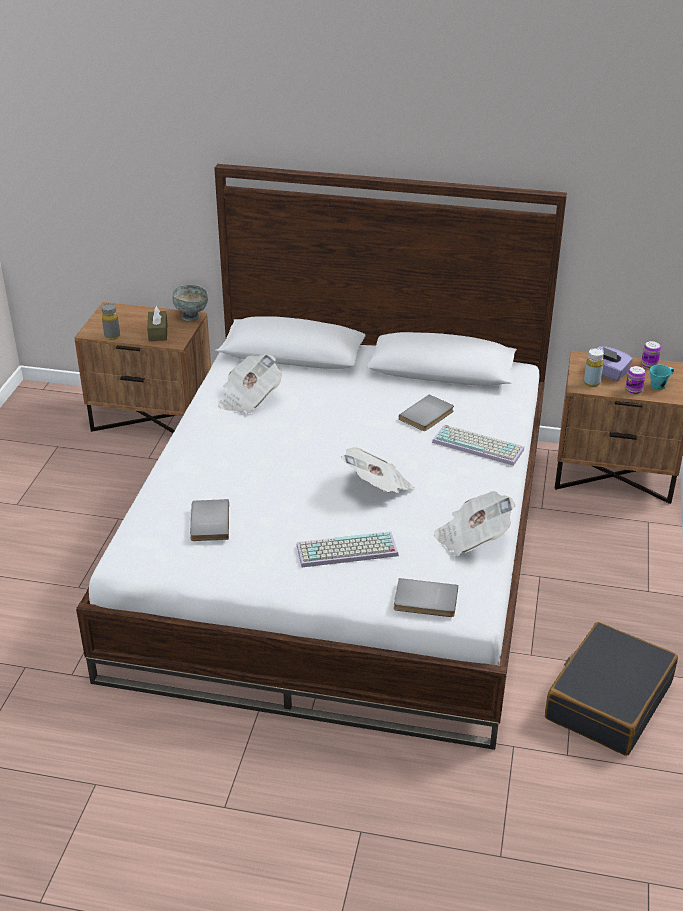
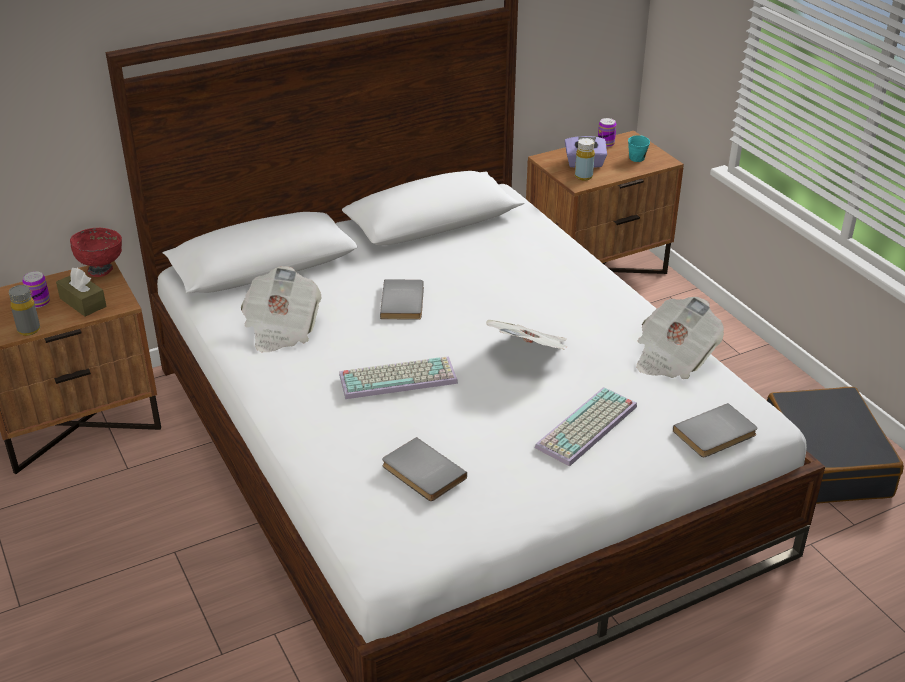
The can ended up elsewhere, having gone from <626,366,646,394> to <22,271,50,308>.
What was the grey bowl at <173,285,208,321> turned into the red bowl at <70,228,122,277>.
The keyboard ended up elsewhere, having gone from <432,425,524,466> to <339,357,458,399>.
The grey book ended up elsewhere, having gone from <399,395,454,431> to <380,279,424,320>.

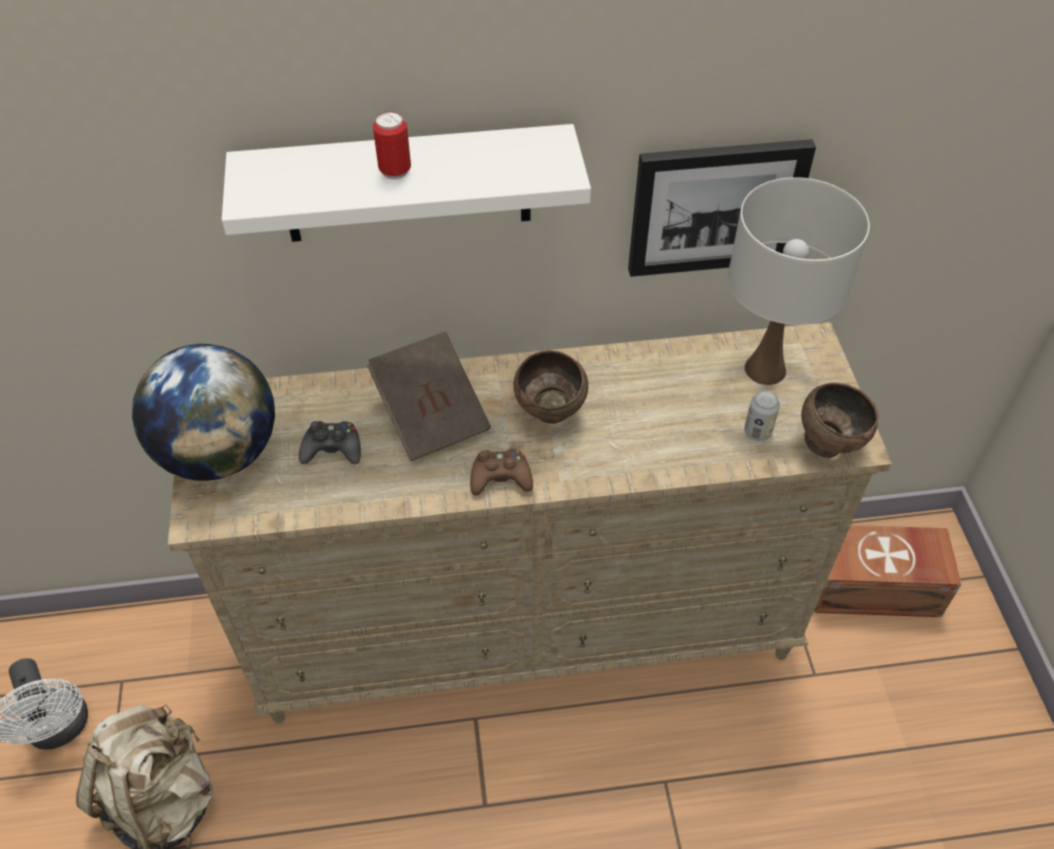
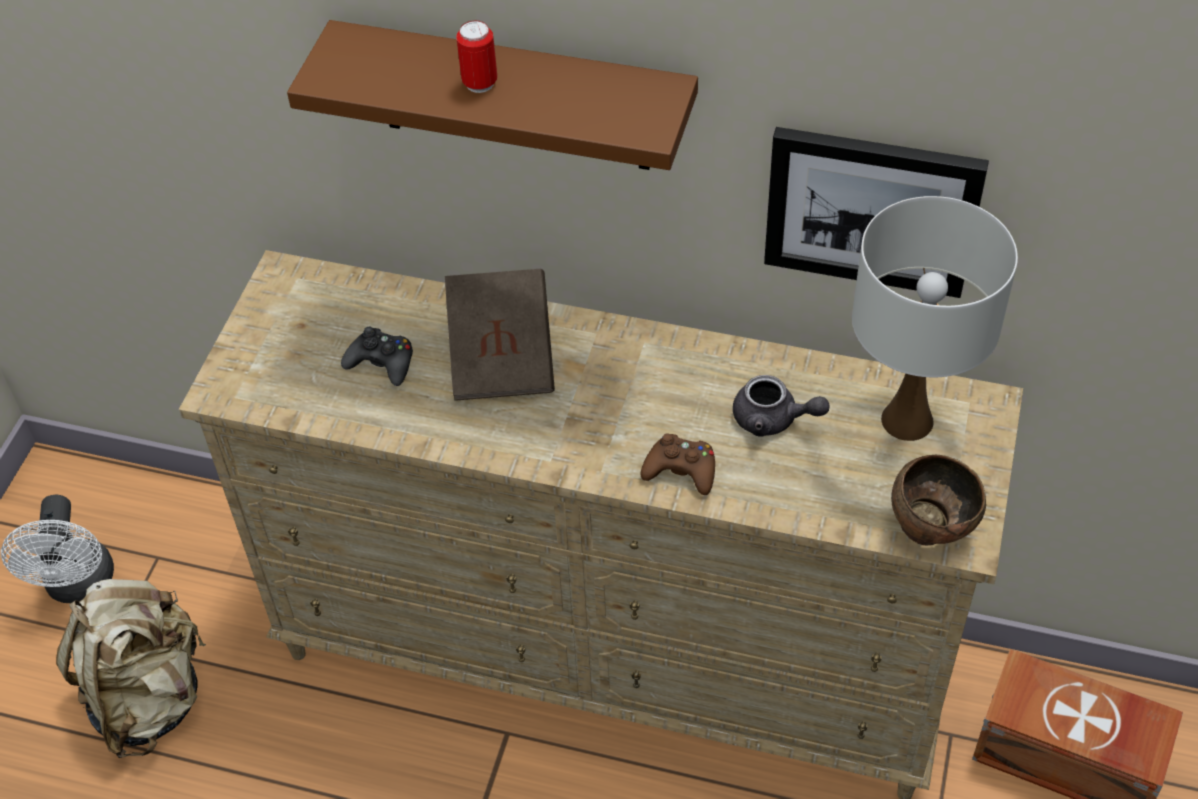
What was the white shelf at <222,124,591,242> turned into the brown shelf at <287,20,698,170>.
The brown game controller ended up elsewhere, having gone from <470,449,533,495> to <641,433,715,495>.
The second view gained the grey teapot at <733,375,830,437>.
The second view lost the globe at <132,344,275,481>.
The second view lost the brown bowl at <514,351,588,424>.
The second view lost the can at <744,390,780,441>.

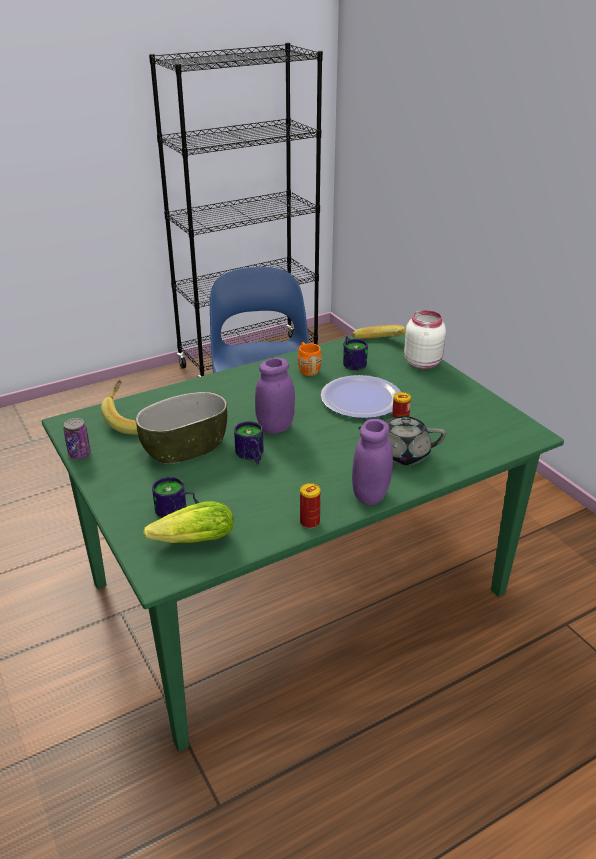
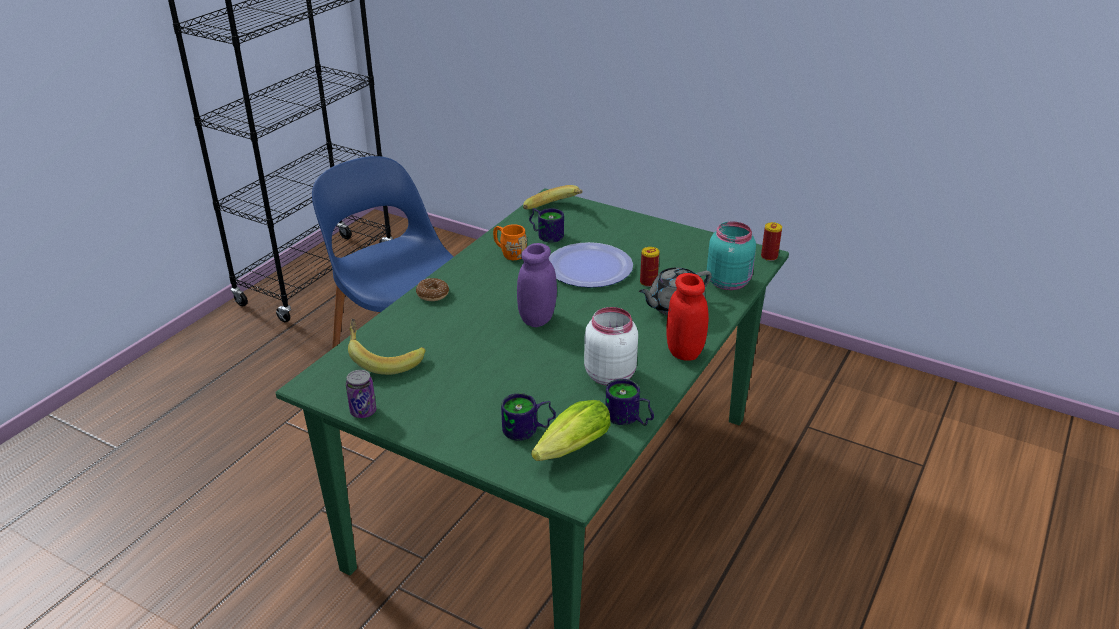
The second view gained the donut at <416,278,449,301>.
The white jar ended up elsewhere, having gone from <404,310,446,369> to <584,307,638,386>.
The mug ended up elsewhere, having gone from <234,421,264,465> to <605,379,654,426>.
What was the purple jar at <352,419,393,505> turned into the red jar at <666,273,709,361>.
The second view gained the turquoise jar at <707,221,756,290>.
The can ended up elsewhere, having gone from <300,483,321,529> to <761,222,782,261>.
The second view lost the bowl at <136,392,227,464>.

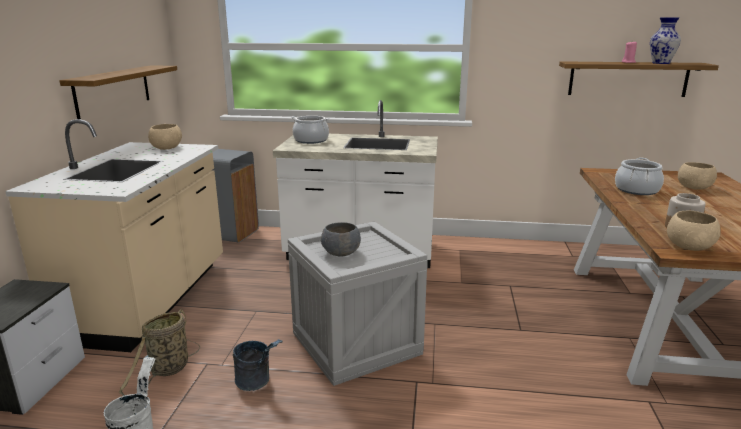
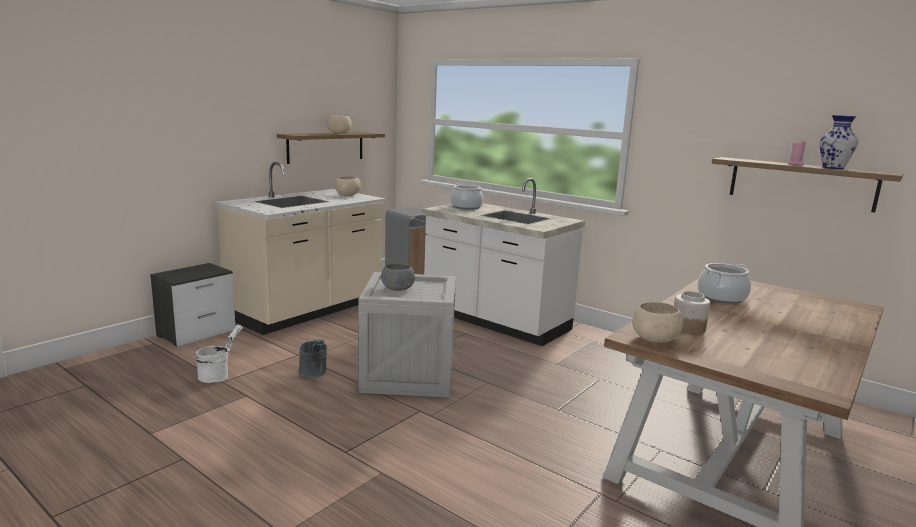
The beige bowl ended up elsewhere, having gone from <678,162,717,190> to <326,115,352,134>.
The second view lost the basket at <119,309,200,396>.

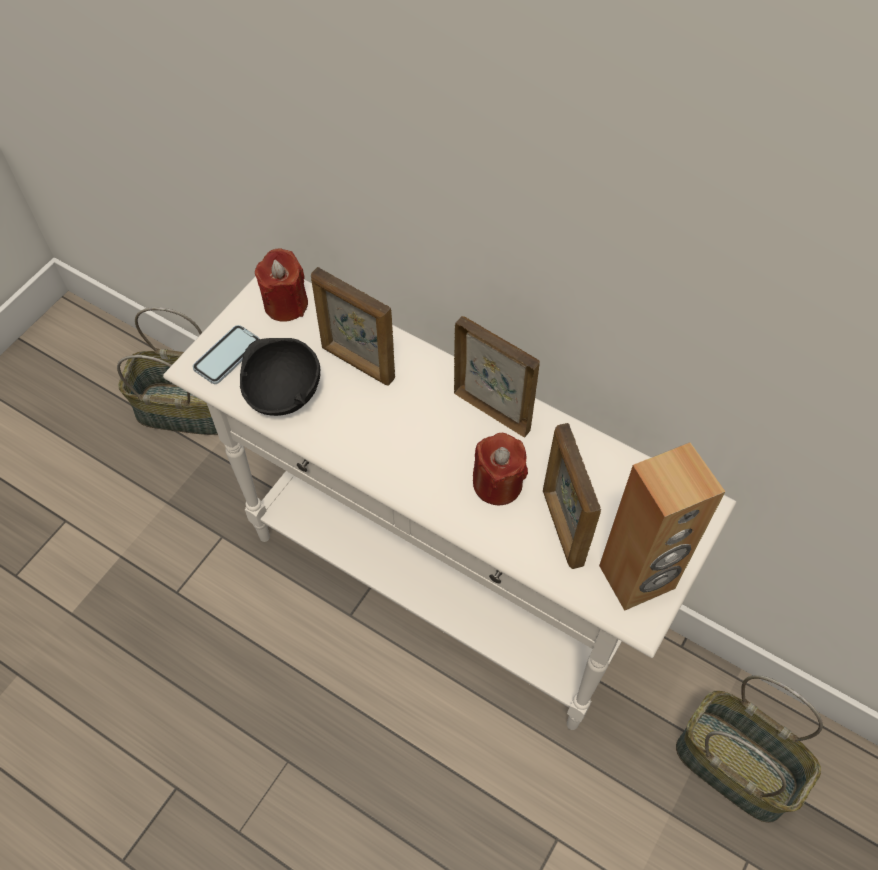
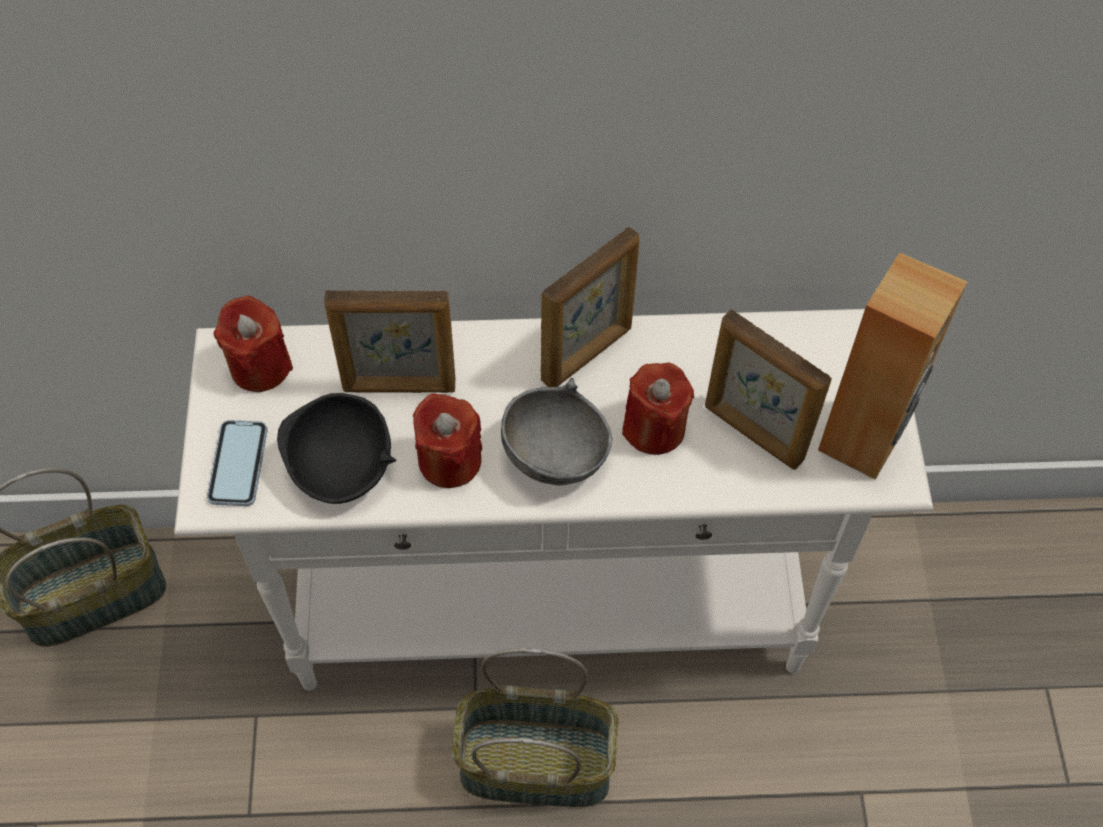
The second view gained the red candle at <413,393,482,488>.
The basket ended up elsewhere, having gone from <676,675,823,823> to <452,648,618,807>.
The second view gained the grey bowl at <501,378,612,486>.
The picture frame at <454,316,540,438> ended up facing another way, 135 degrees clockwise from before.

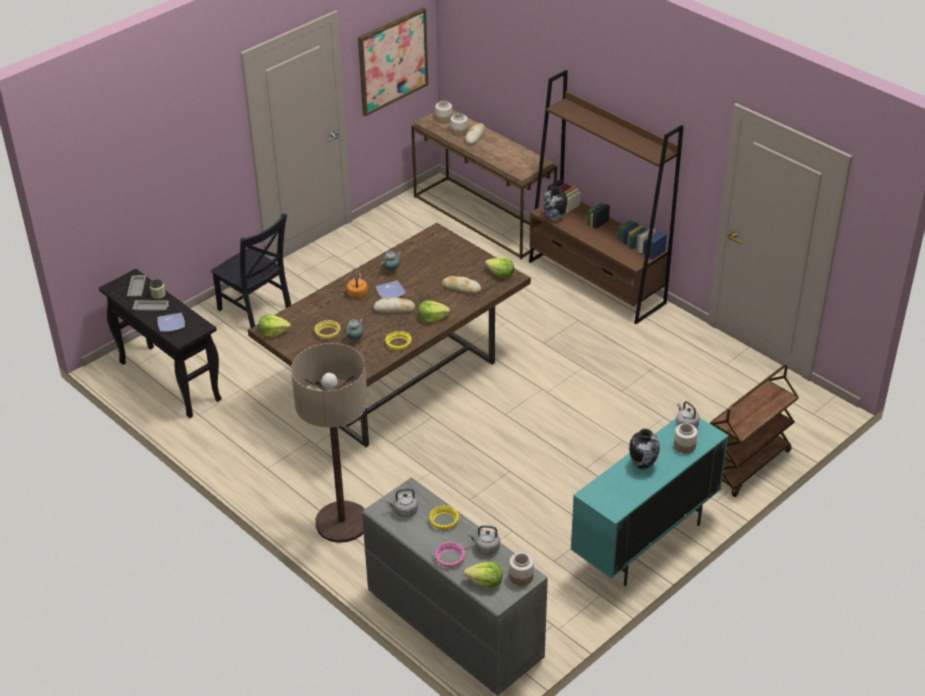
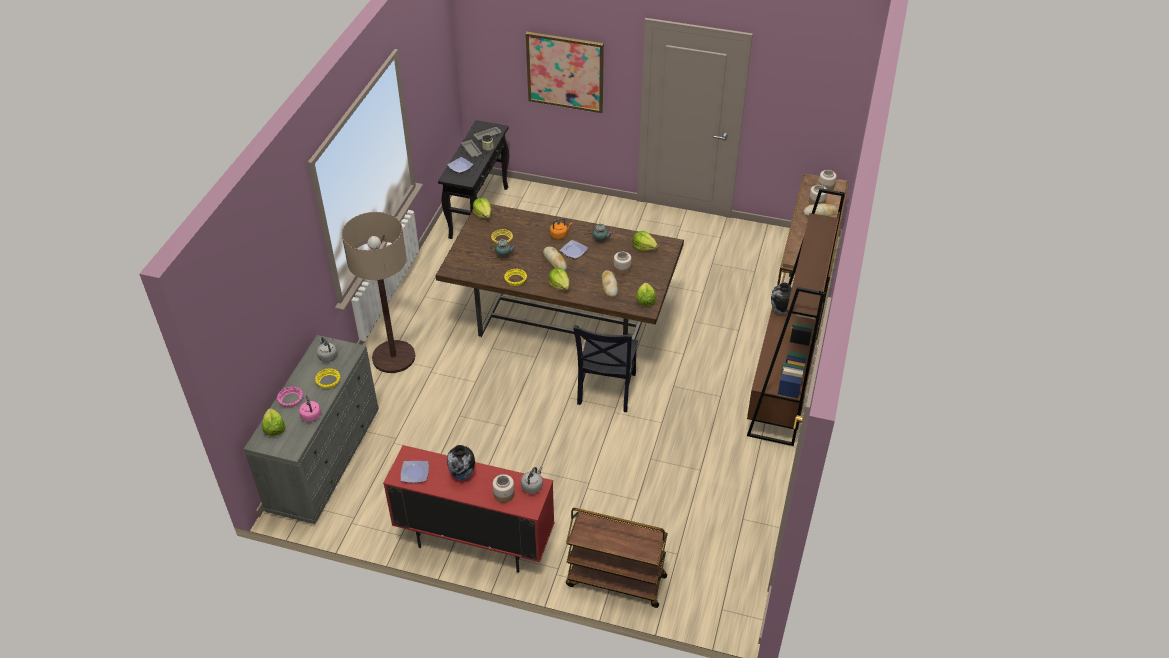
What was the grey kettle at <468,525,500,555> turned into the pink kettle at <299,395,321,422>.
What was the turquoise cabinet at <571,418,729,586> turned into the red cabinet at <383,445,555,573>.
The second view gained the plate at <401,461,429,483>.
The picture ended up elsewhere, having gone from <358,7,428,117> to <526,32,604,113>.
The black chair ended up elsewhere, having gone from <211,213,291,328> to <573,325,638,412>.
The jar ended up elsewhere, having gone from <509,552,534,586> to <614,252,631,275>.
The second view gained the lettuce at <632,231,658,251>.

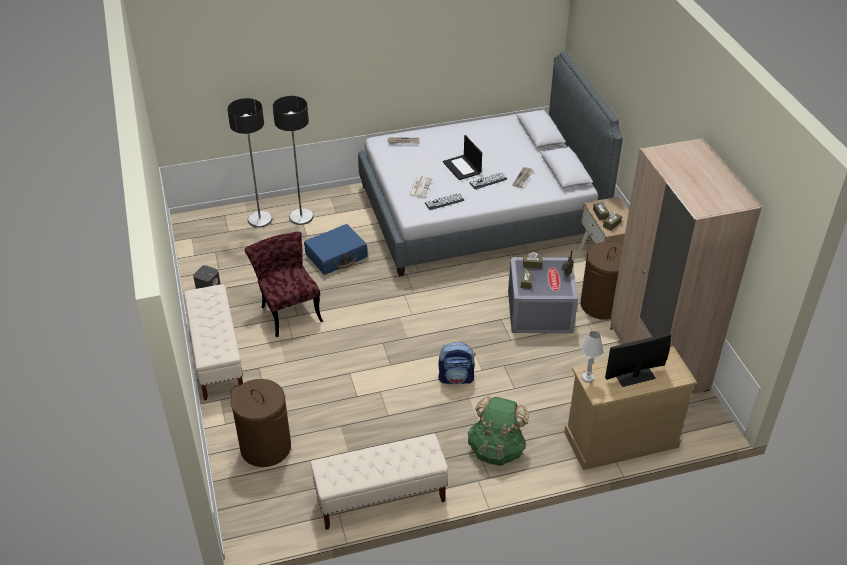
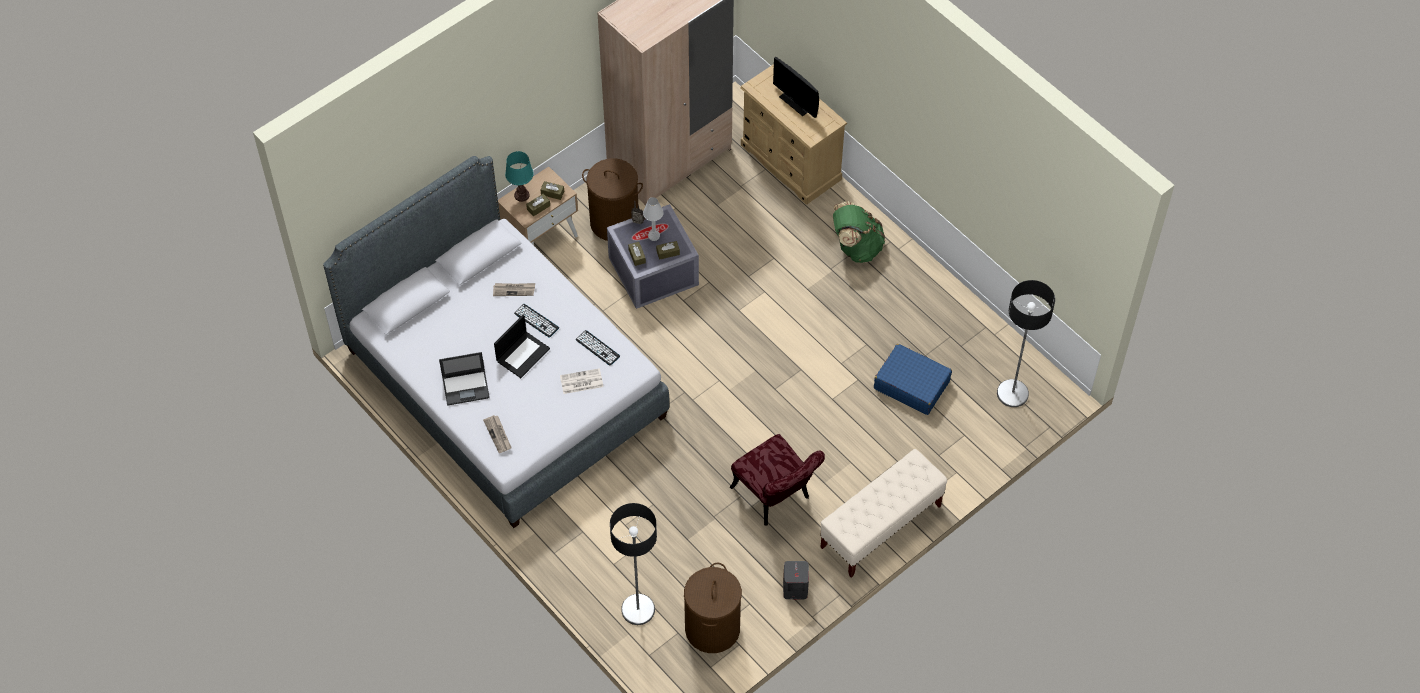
The second view gained the laptop at <439,352,490,406>.
The second view gained the turquoise table lamp at <505,151,534,202>.
The white table lamp ended up elsewhere, having gone from <581,331,603,383> to <643,197,664,241>.
The brown laundry basket ended up elsewhere, having gone from <230,379,291,467> to <684,563,742,653>.
The red chair at <244,232,323,337> ended up facing another way, 75 degrees counterclockwise from before.
The blue suitcase ended up elsewhere, having gone from <304,224,368,275> to <874,344,952,415>.
The floor lamp ended up elsewhere, having gone from <273,96,314,225> to <997,280,1055,407>.
The second view lost the beige bench at <311,434,448,530>.
The second view lost the backpack at <438,342,476,385>.

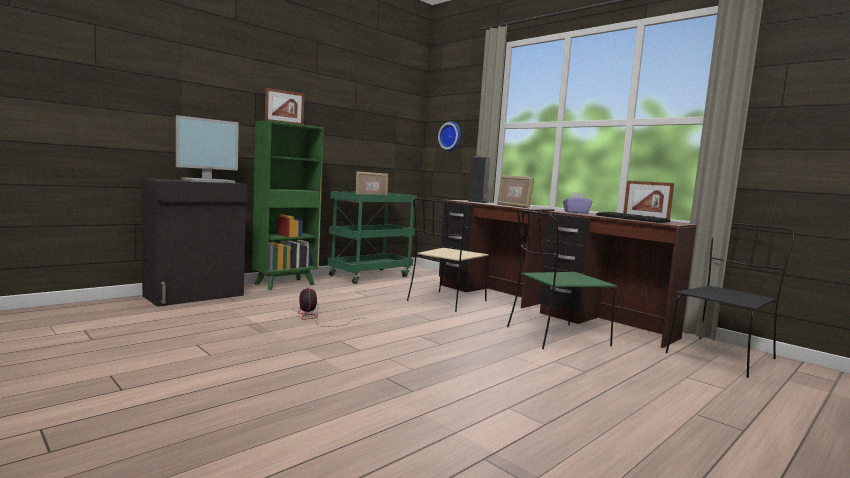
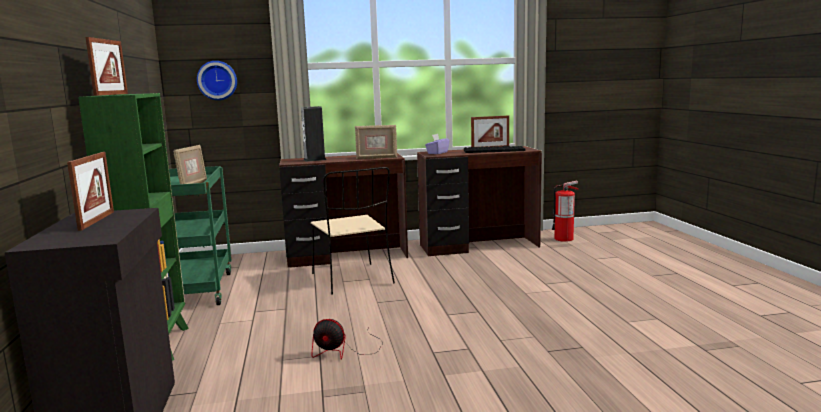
Where the monitor stood at <176,115,239,183>, the picture frame came to stand at <67,152,114,231>.
Where the black chair stood at <666,223,795,378>, the fire extinguisher came to stand at <552,181,579,242>.
The second view lost the green chair at <507,209,617,349>.

